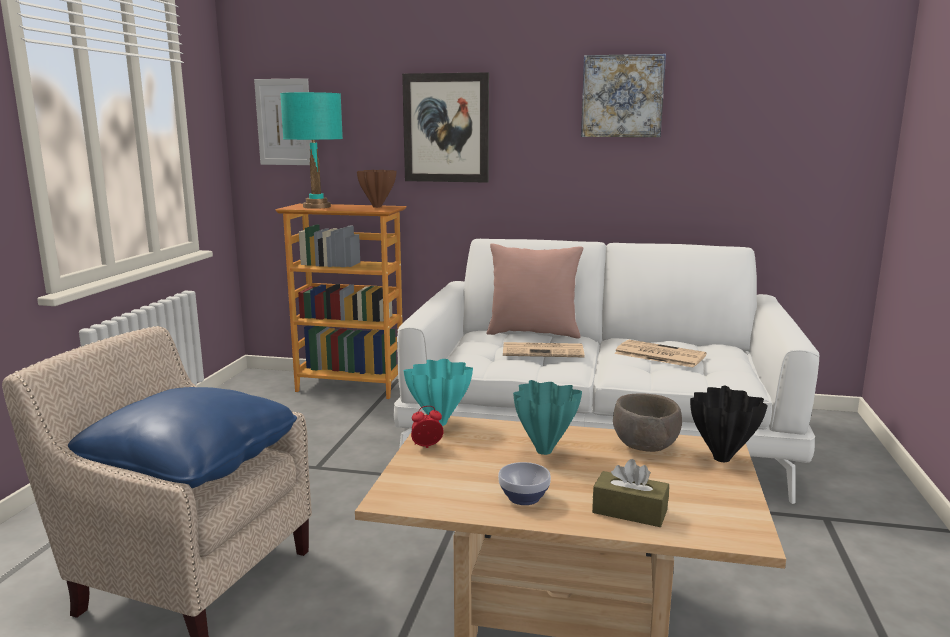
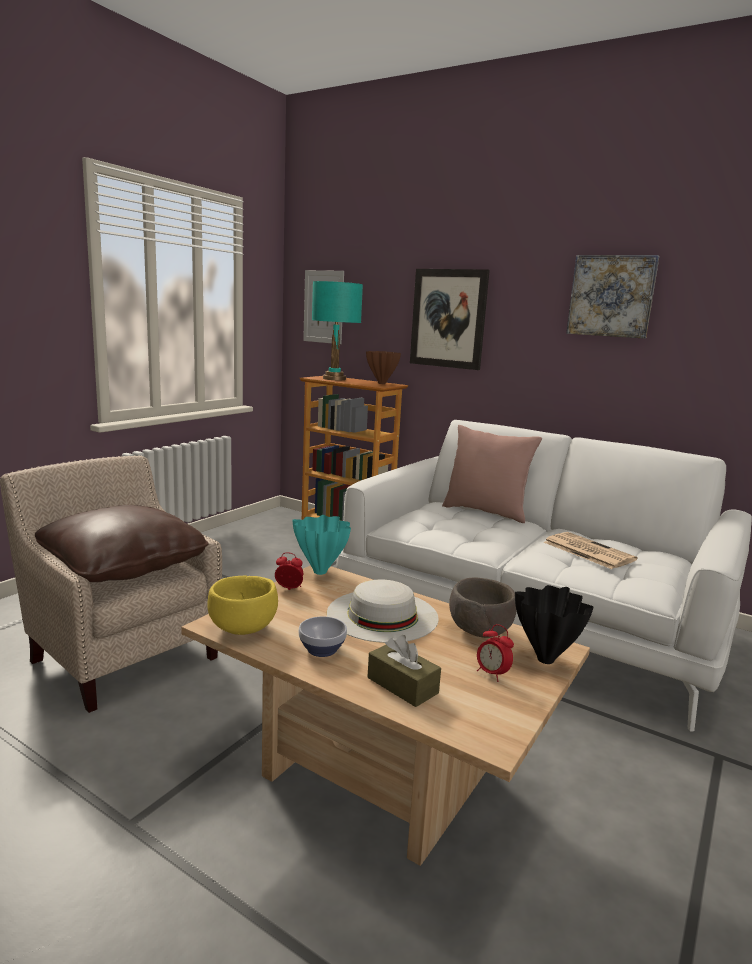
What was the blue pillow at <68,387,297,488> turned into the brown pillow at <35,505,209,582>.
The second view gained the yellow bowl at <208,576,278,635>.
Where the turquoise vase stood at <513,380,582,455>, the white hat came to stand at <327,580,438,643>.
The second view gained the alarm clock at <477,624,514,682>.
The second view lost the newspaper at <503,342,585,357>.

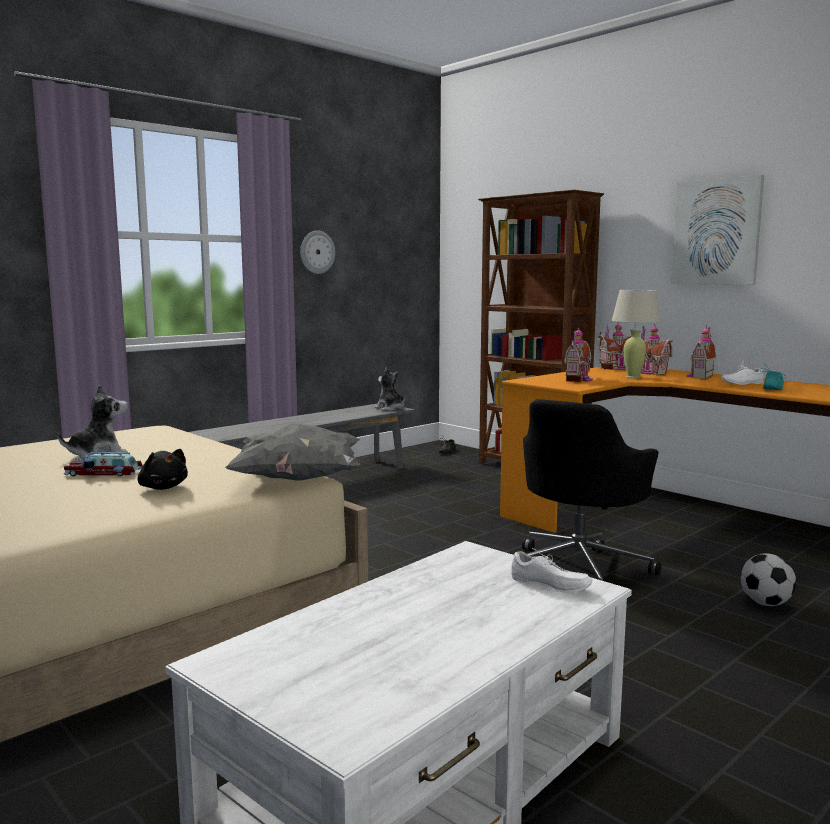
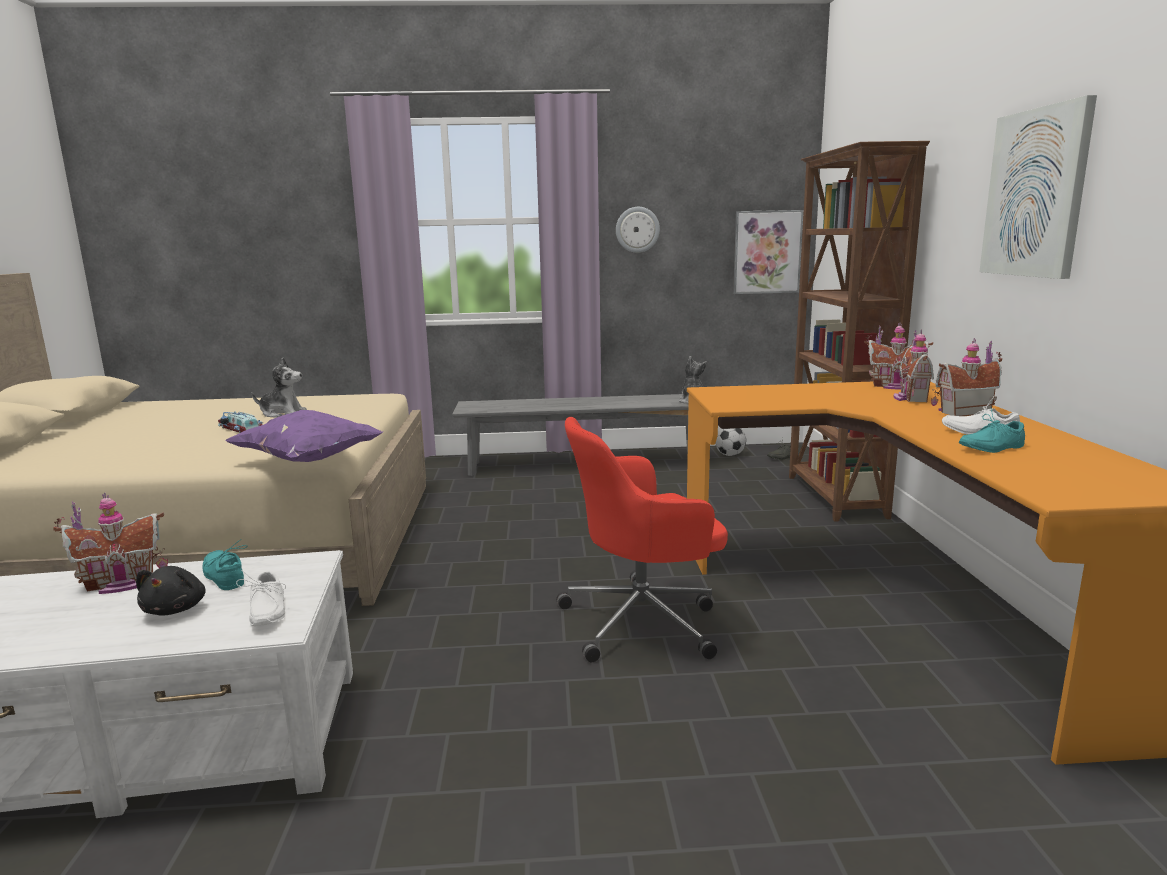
The toy house ended up elsewhere, having gone from <564,327,593,382> to <53,492,168,594>.
The black plush toy ended up elsewhere, having gone from <137,449,188,490> to <136,566,205,616>.
The second view gained the turquoise shoe at <203,539,247,590>.
What was the grey pillow at <225,423,361,481> turned into the purple pillow at <225,410,383,462>.
What was the black office chair at <522,399,661,581> turned into the red office chair at <556,417,728,662>.
The football ended up elsewhere, having gone from <741,553,796,606> to <715,428,746,456>.
The second view gained the picture at <733,210,803,294>.
The second view lost the beige table lamp at <611,290,661,379>.

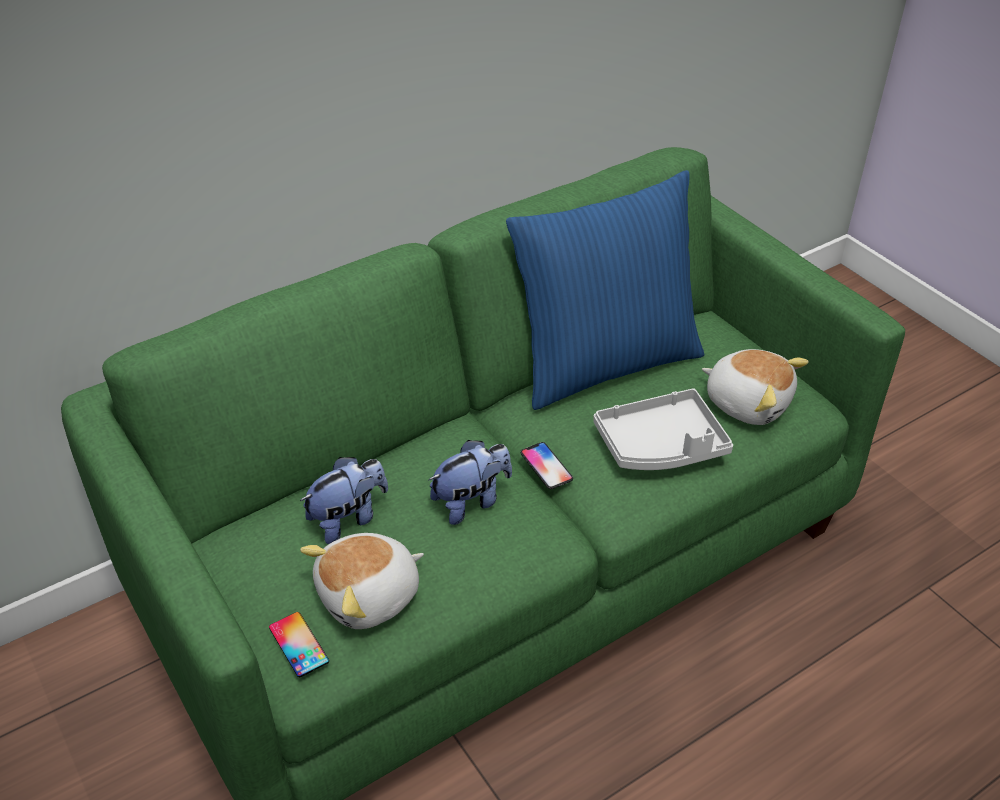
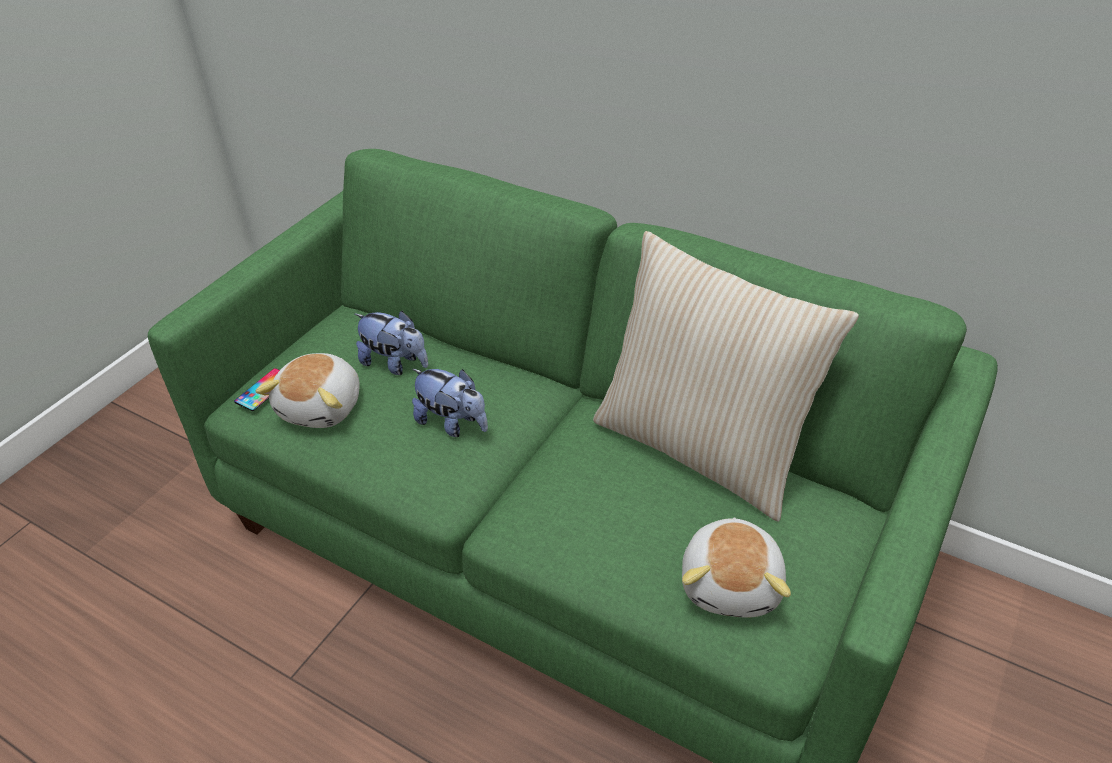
The plush toy at <300,533,424,629> ended up facing another way, 105 degrees counterclockwise from before.
What was the blue pillow at <506,170,705,410> turned into the beige pillow at <593,231,859,522>.
The second view lost the phone at <520,442,573,489>.
The second view lost the grey tray at <593,389,733,470>.

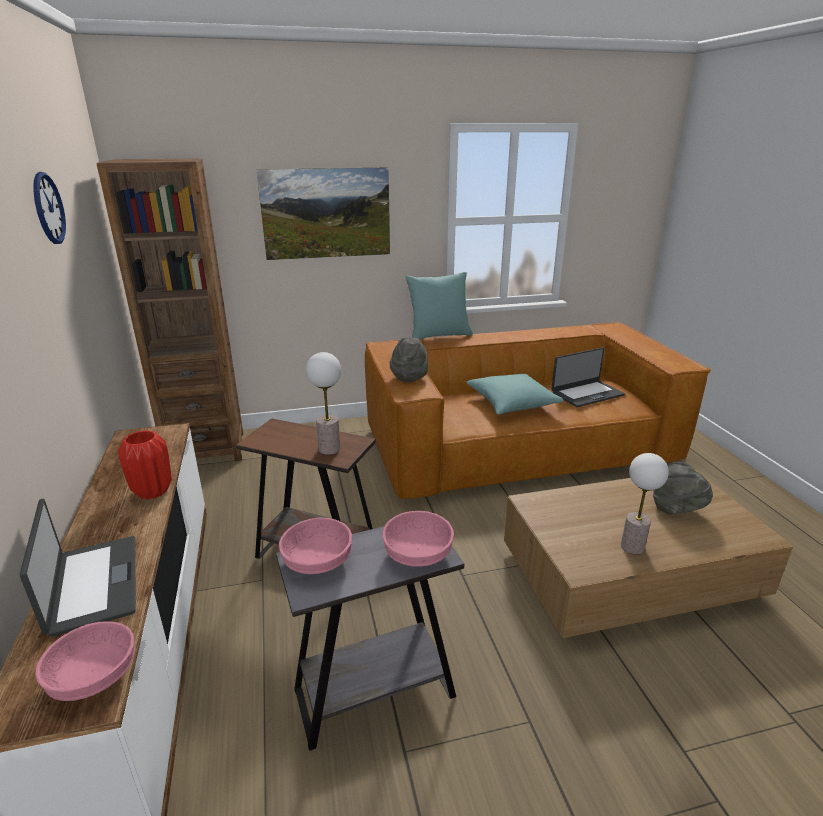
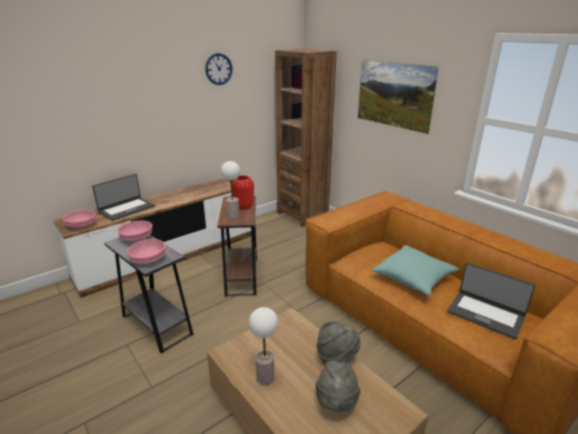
The red vase ended up elsewhere, having gone from <118,430,172,499> to <232,175,254,210>.
The grey hat ended up elsewhere, having gone from <390,337,428,382> to <316,321,361,364>.
The second view lost the turquoise pillow at <405,272,473,340>.

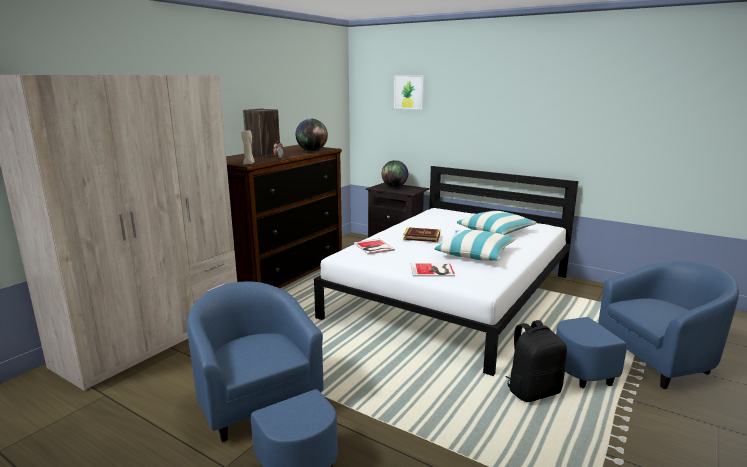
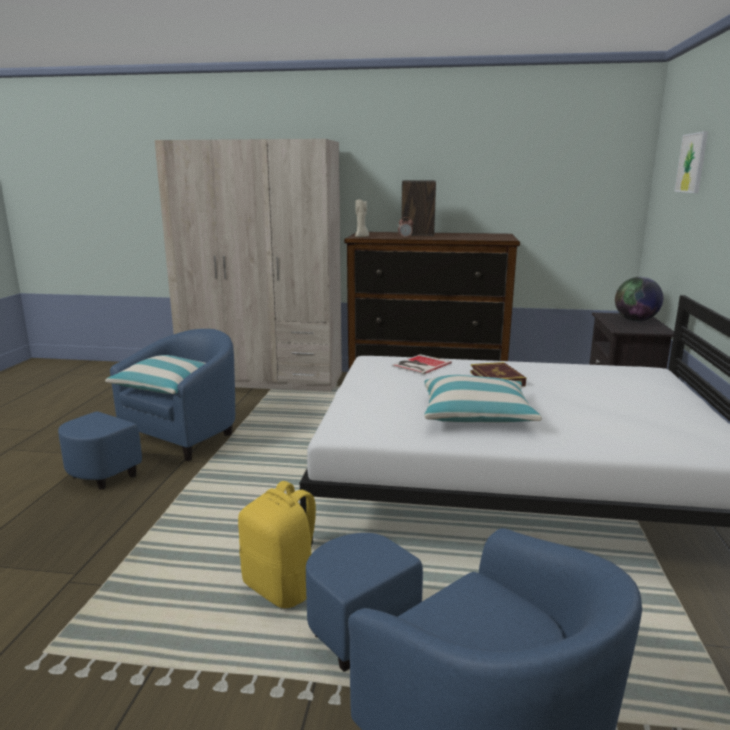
The pillow ended up elsewhere, having gone from <457,211,537,235> to <105,355,205,394>.
What was the black backpack at <505,320,567,402> turned into the yellow backpack at <238,481,316,608>.
The second view lost the globe at <296,119,328,151>.
The second view lost the book at <411,263,455,277>.

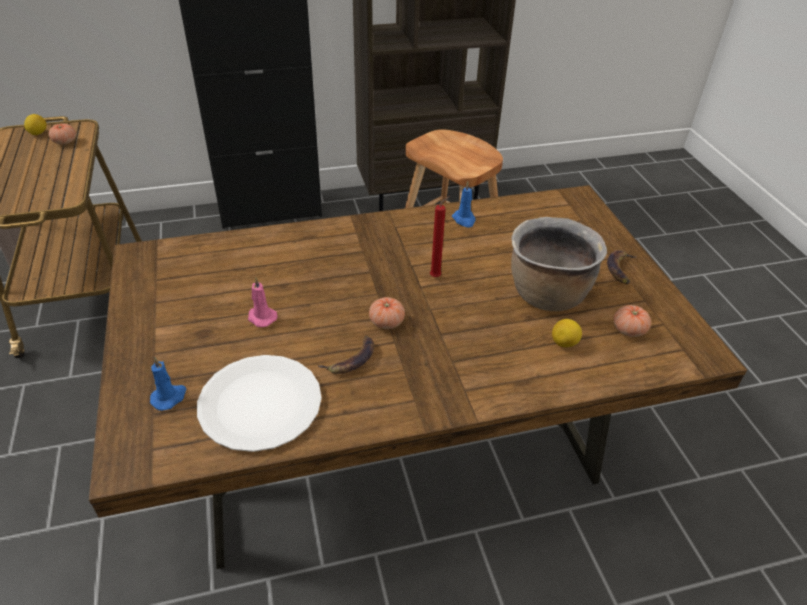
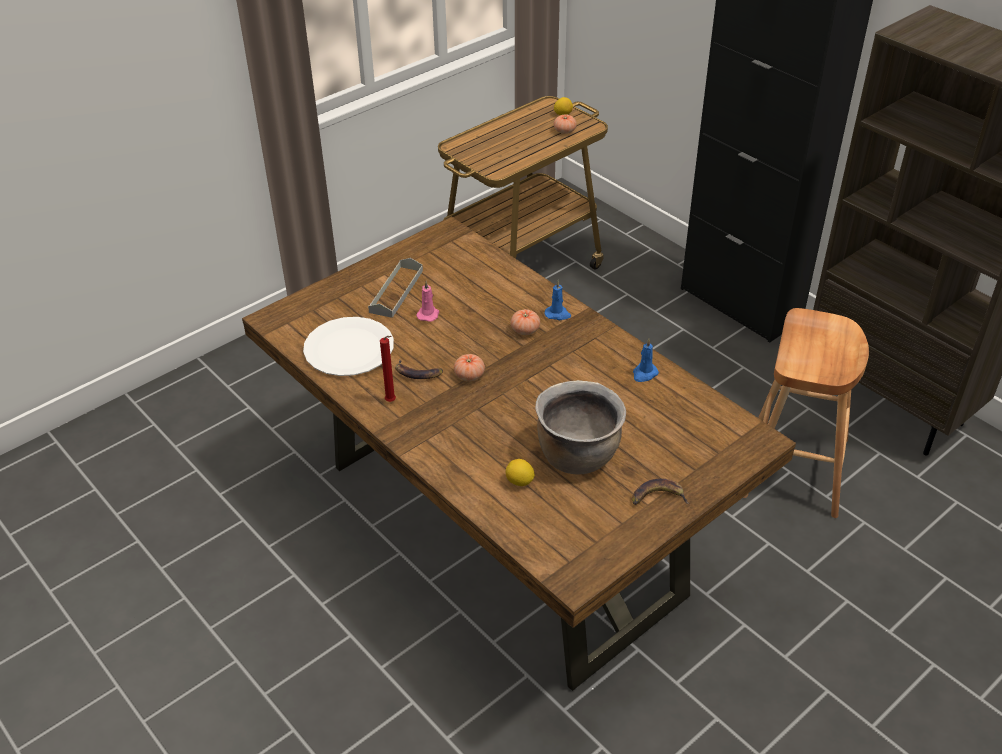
The second view gained the grey tray at <368,258,423,318>.
The red candle ended up elsewhere, having gone from <430,196,450,277> to <380,336,396,402>.
The tomato ended up elsewhere, having gone from <613,305,651,337> to <511,309,540,335>.
The blue candle ended up elsewhere, having gone from <150,357,186,411> to <545,280,571,320>.

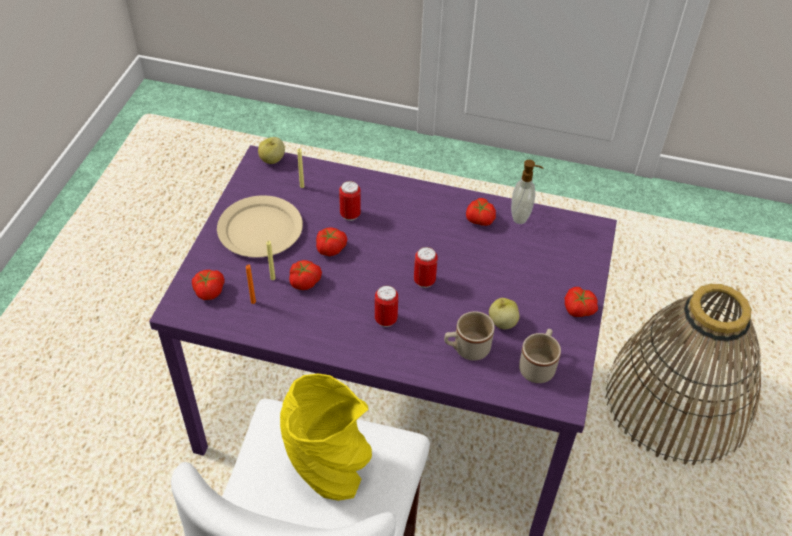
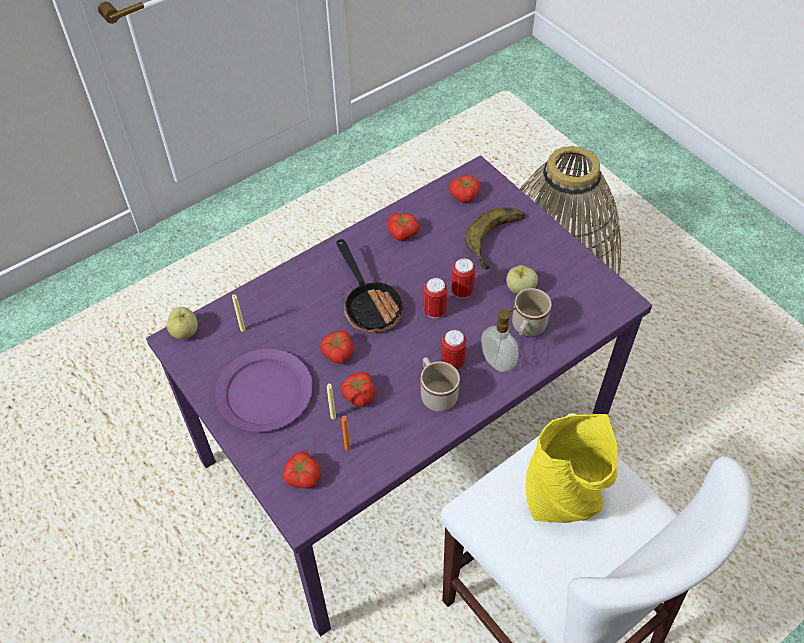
What was the beige plate at <217,195,303,258> turned into the purple plate at <215,349,313,432>.
The second view gained the frying pan at <337,239,406,333>.
The beige mug ended up elsewhere, having gone from <519,329,561,383> to <421,357,460,412>.
The tomato ended up elsewhere, having gone from <565,287,598,317> to <449,175,481,203>.
The can ended up elsewhere, having gone from <339,181,361,221> to <451,258,476,299>.
The second view gained the banana at <465,207,525,270>.
The soap dispenser ended up elsewhere, having gone from <511,160,544,224> to <481,308,519,372>.

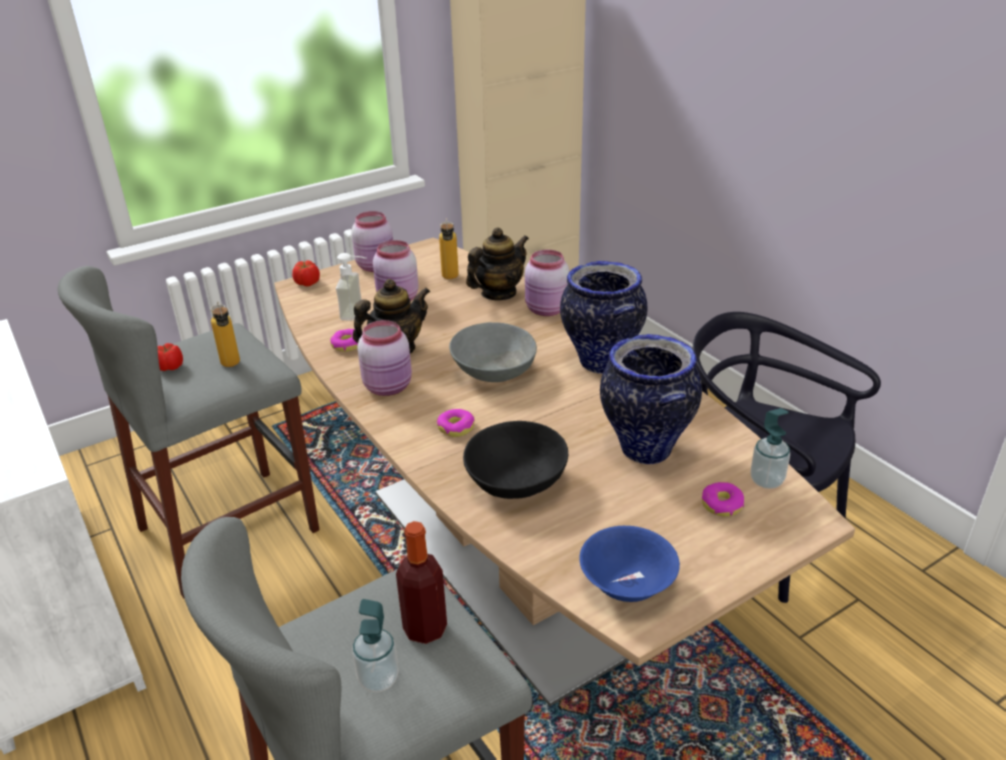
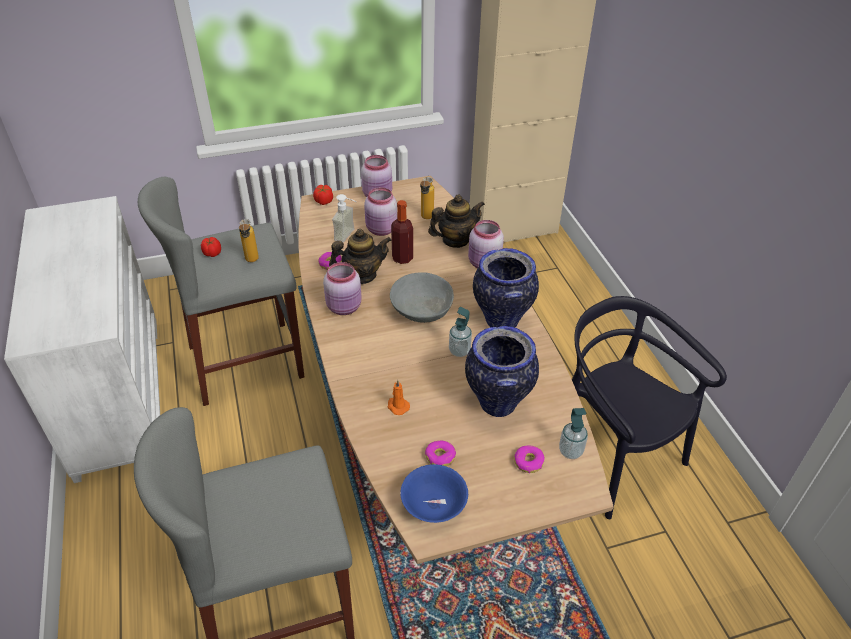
Where the black bowl stood at <463,421,568,499>, the orange candle came to stand at <387,380,410,415>.
The bottle ended up elsewhere, having gone from <396,521,447,644> to <391,200,413,264>.
The donut ended up elsewhere, having gone from <437,409,475,437> to <425,441,456,466>.
The soap dispenser ended up elsewhere, having gone from <352,599,399,692> to <449,307,472,357>.

